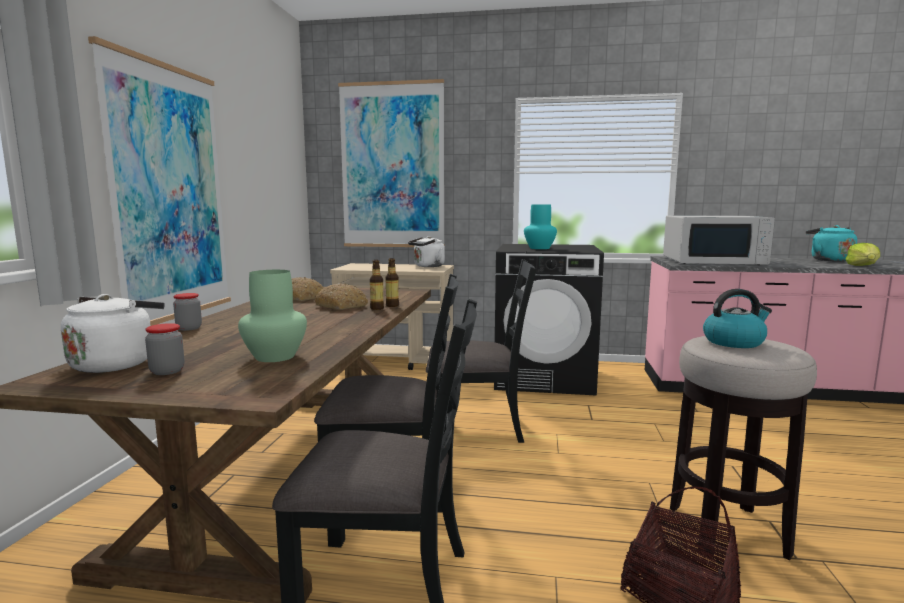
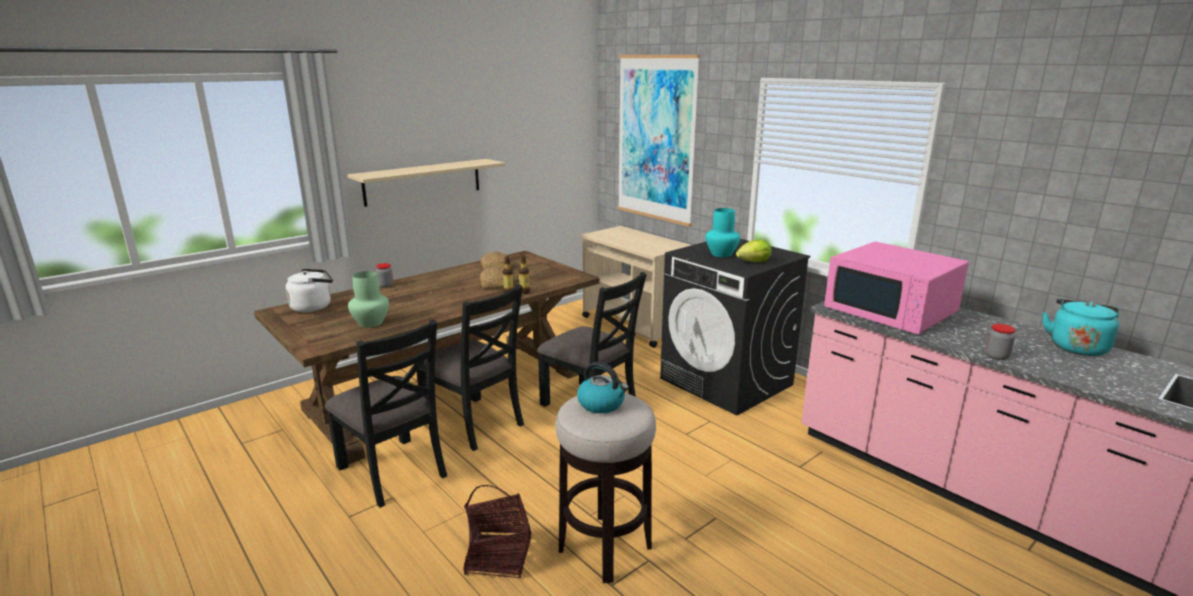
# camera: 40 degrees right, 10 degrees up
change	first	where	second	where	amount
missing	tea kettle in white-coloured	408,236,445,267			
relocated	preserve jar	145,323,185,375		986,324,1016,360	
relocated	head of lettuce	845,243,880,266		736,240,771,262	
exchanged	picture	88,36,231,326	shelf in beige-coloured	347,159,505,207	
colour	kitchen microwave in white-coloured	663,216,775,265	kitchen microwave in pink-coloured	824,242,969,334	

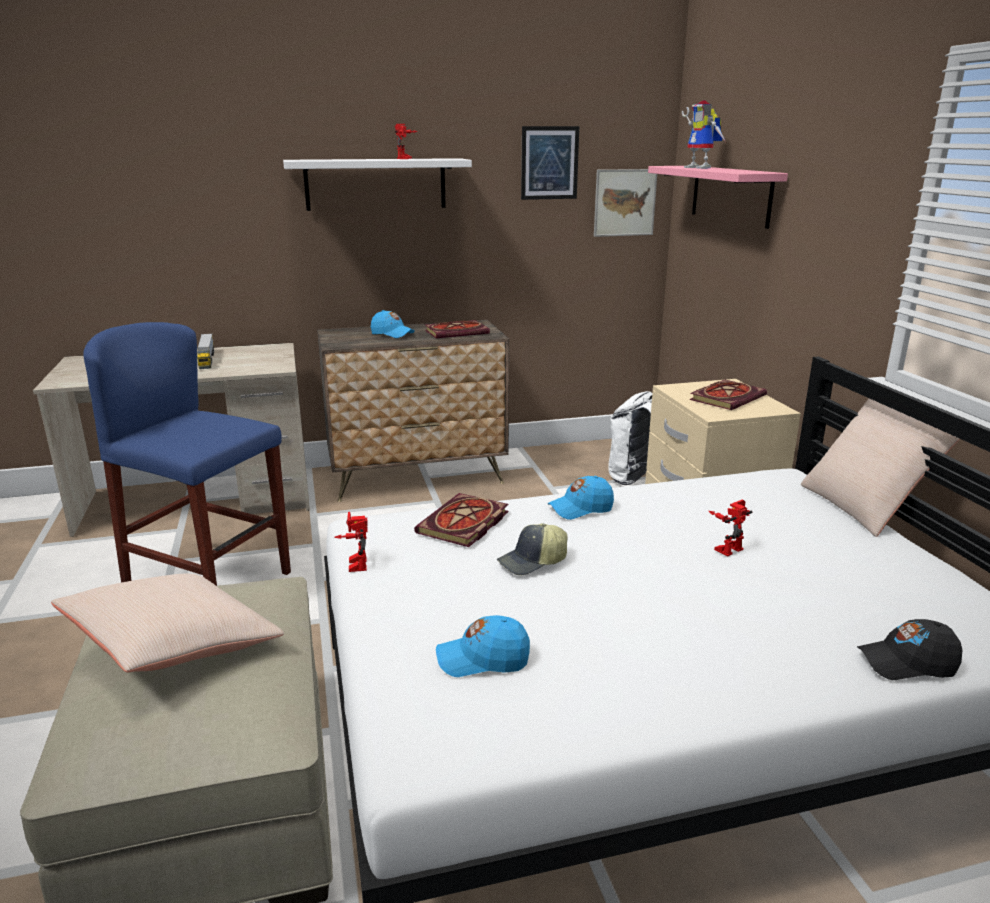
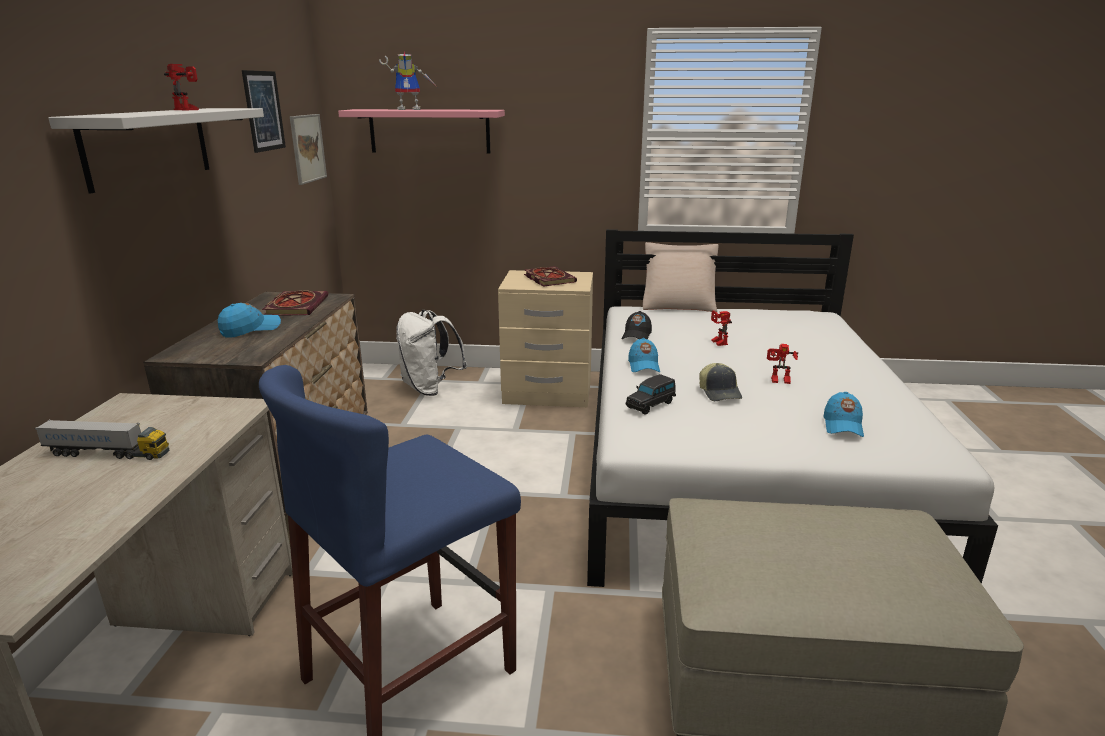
# camera: 70 degrees left, 0 degrees up
change	first	where	second	where	amount
missing	pillow in beige-coloured	51,574,284,672			
relocated	toy robot	334,512,368,572		767,344,798,384	
relocated	cap in black	857,619,962,680		622,311,652,339	
exchanged	bound book	414,493,509,547	miniature car in black	626,374,676,415	

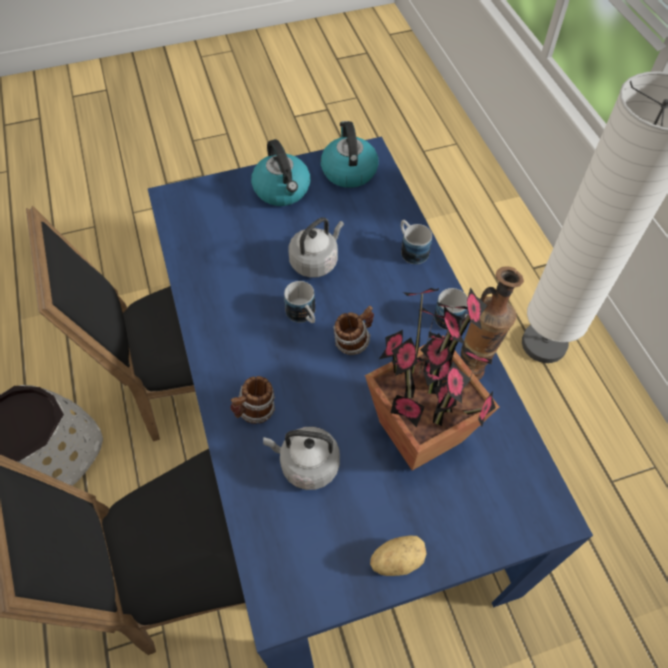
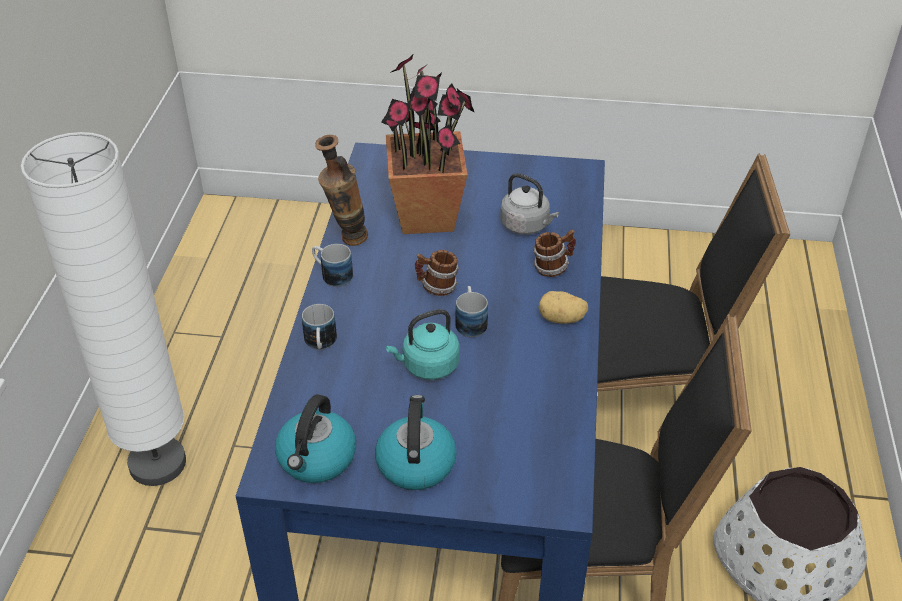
# camera: 155 degrees left, 15 degrees down
change	first	where	second	where	amount
relocated	spud	370,536,426,576		538,291,588,324	
colour	tea kettle in greyish	288,217,344,278	tea kettle in turquoise-coloured	386,309,460,380	

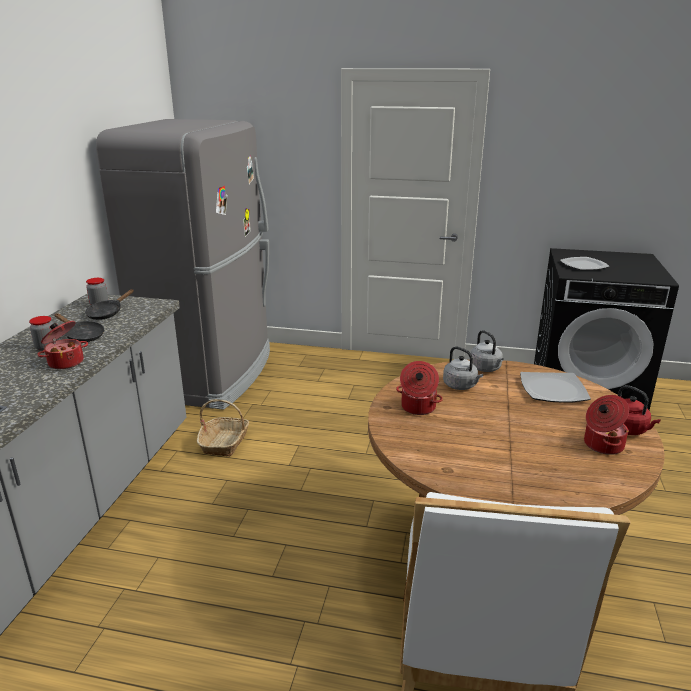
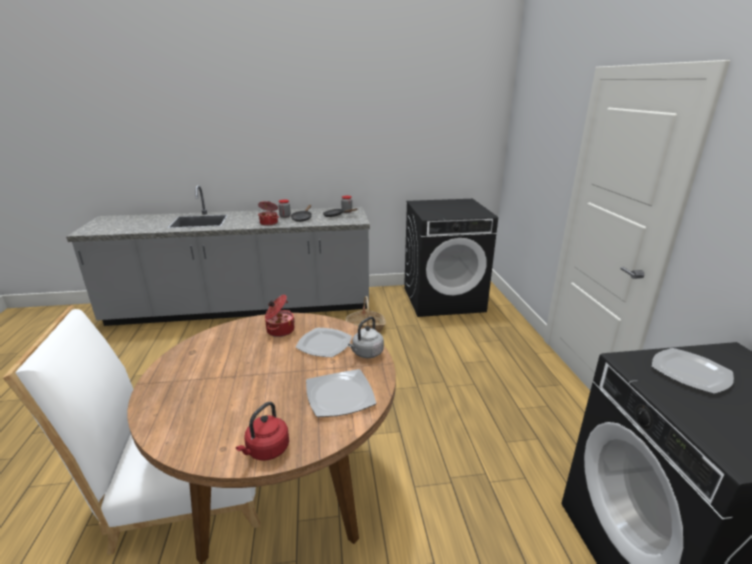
# camera: 70 degrees right, 0 degrees up
change	first	where	second	where	amount
missing	cooking pot	584,395,629,455			
exchanged	refrigerator in greyish	96,119,270,410	laundry appliance in black	404,199,498,317	
exchanged	tea kettle in greyish	443,346,483,390	plate	296,328,352,357	

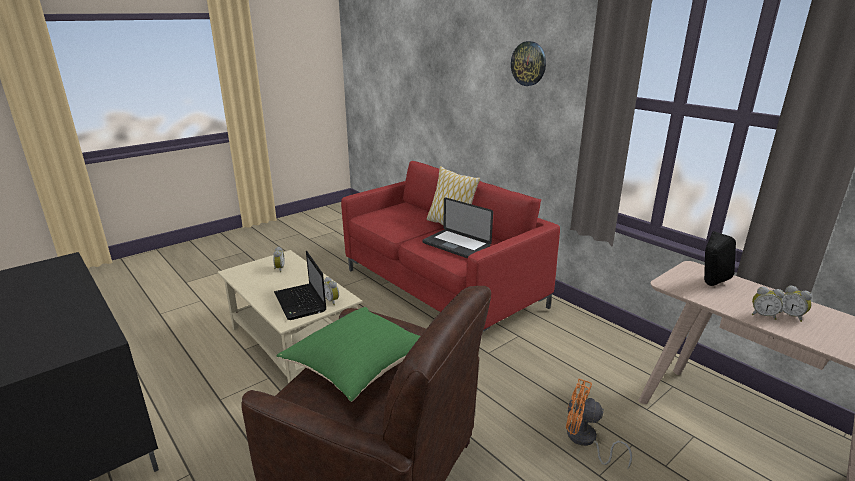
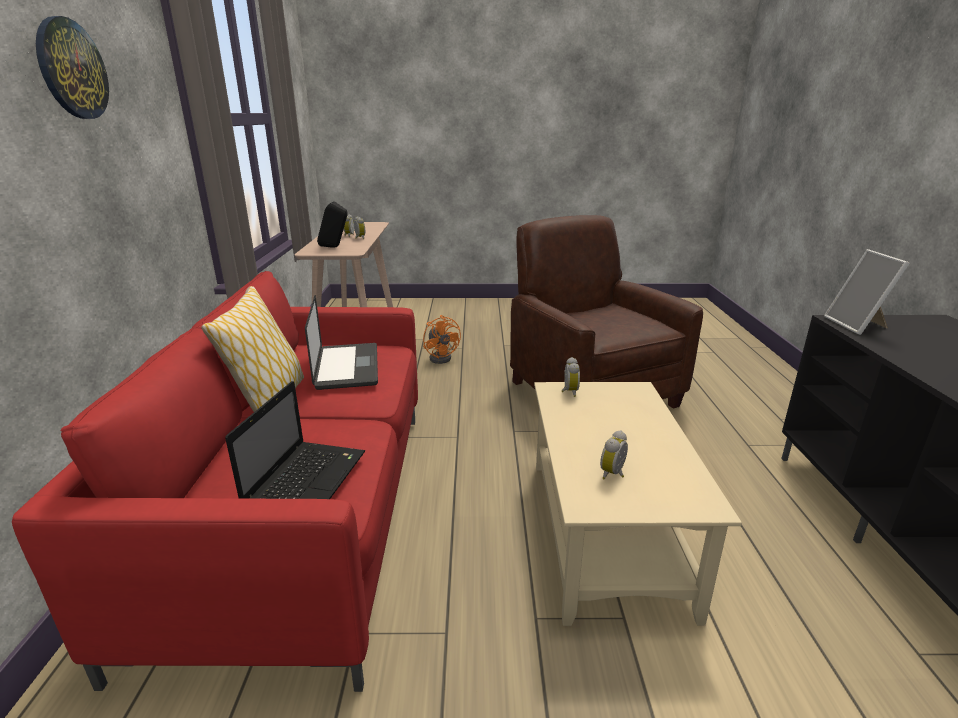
# camera: 140 degrees left, 0 degrees up
change	first	where	second	where	amount
missing	pillow in green-coloured	276,307,420,402			
appeared			picture frame	824,249,910,335	
relocated	portable computer	274,251,326,320		225,381,365,499	

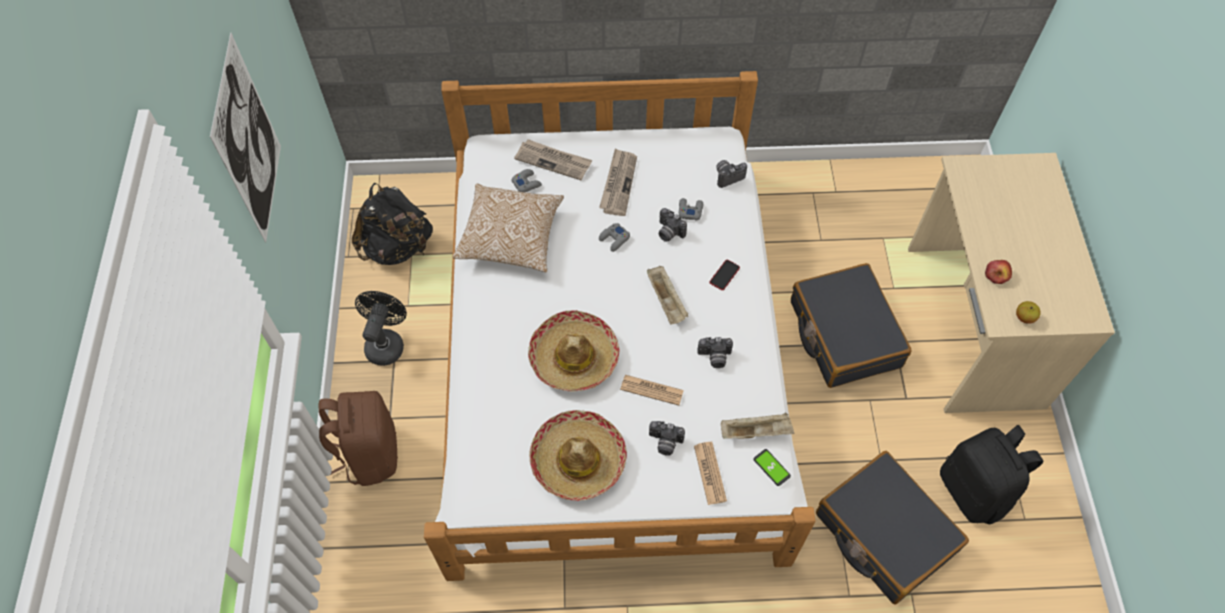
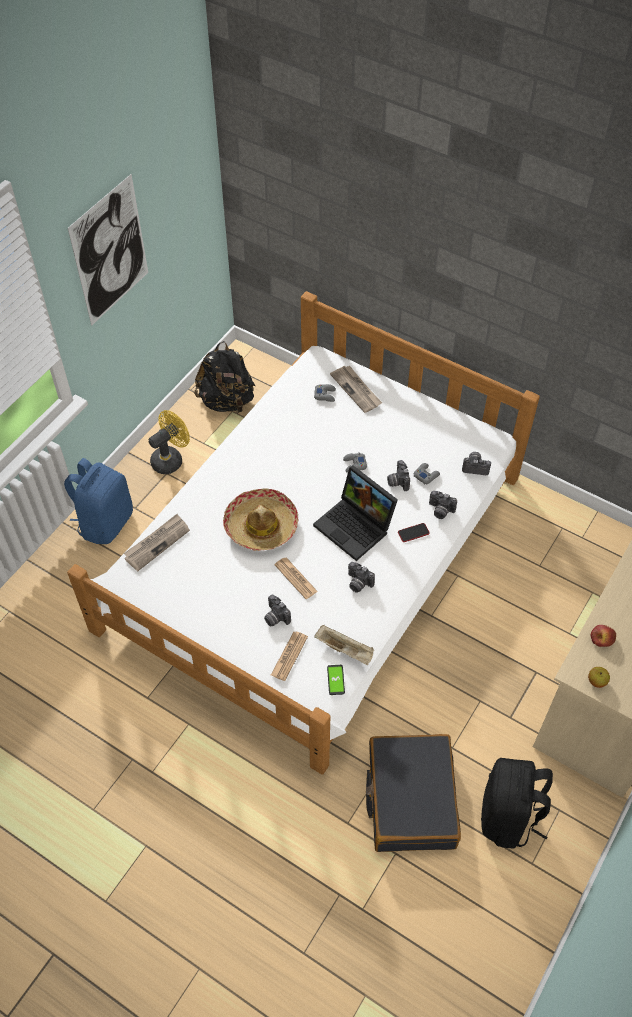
# camera: 35 degrees right, 5 degrees down
change	first	where	second	where	amount
missing	pillow	452,184,564,272			
missing	hat	529,410,627,501			
missing	piece of luggage in black	791,263,911,388			
appeared			photo camera	429,491,457,519	
relocated	newspaper	599,149,637,216		124,514,190,571	
exchanged	serving tray in beige-coloured	647,266,688,325	portable computer	313,466,398,561	
colour	backpack in brownish	319,391,398,486	backpack in blue	64,458,133,544	
colour	electric fan in black	355,291,407,366	electric fan in yellow-coloured	149,410,190,474	

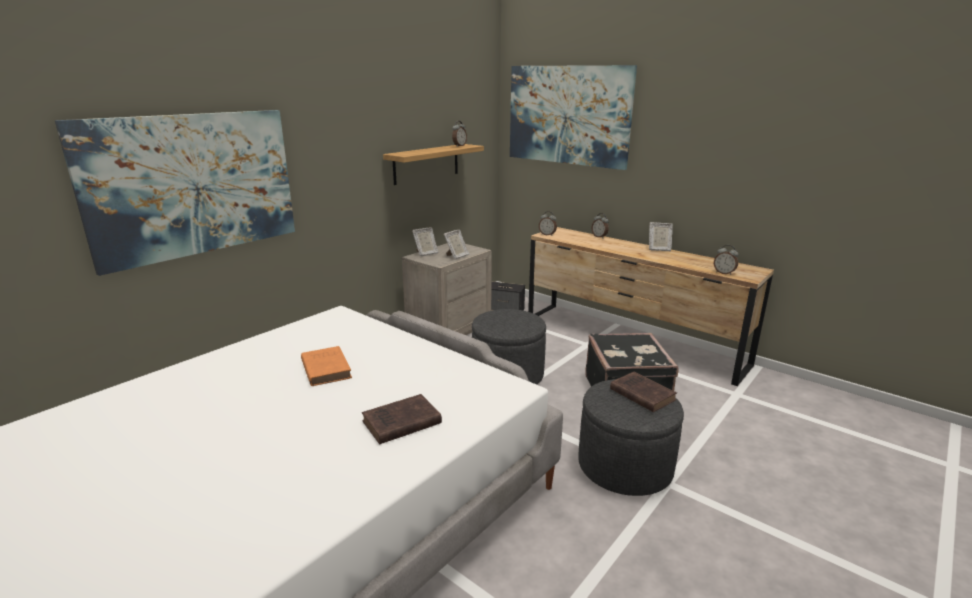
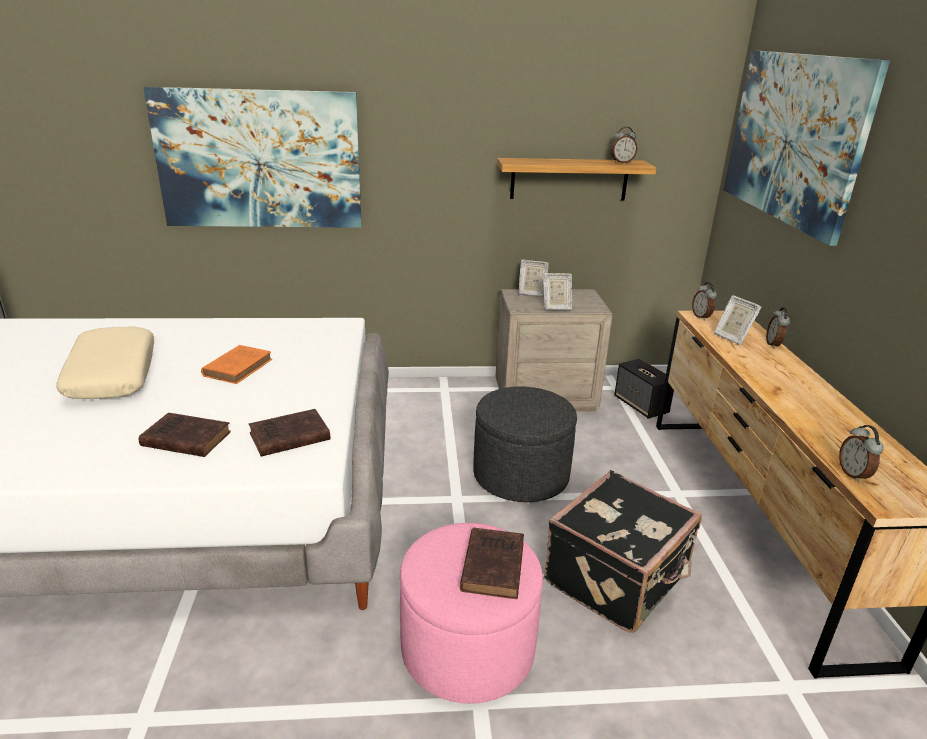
# camera: 45 degrees right, 5 degrees up
change	first	where	second	where	amount
appeared			pillow in beige-coloured	56,327,154,399	
appeared			bound book in brownish	249,409,331,457	
relocated	picture frame	649,222,673,251		714,295,762,345	
colour	pouffe in greyish	578,379,684,496	pouffe in pink-coloured	400,523,543,704	

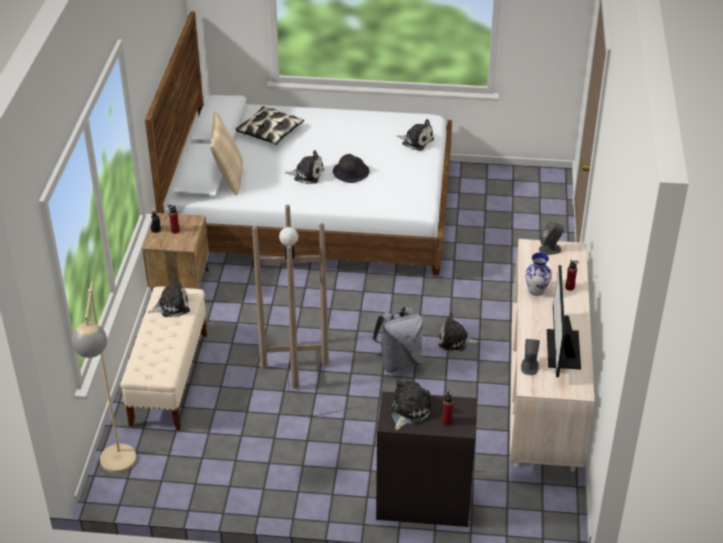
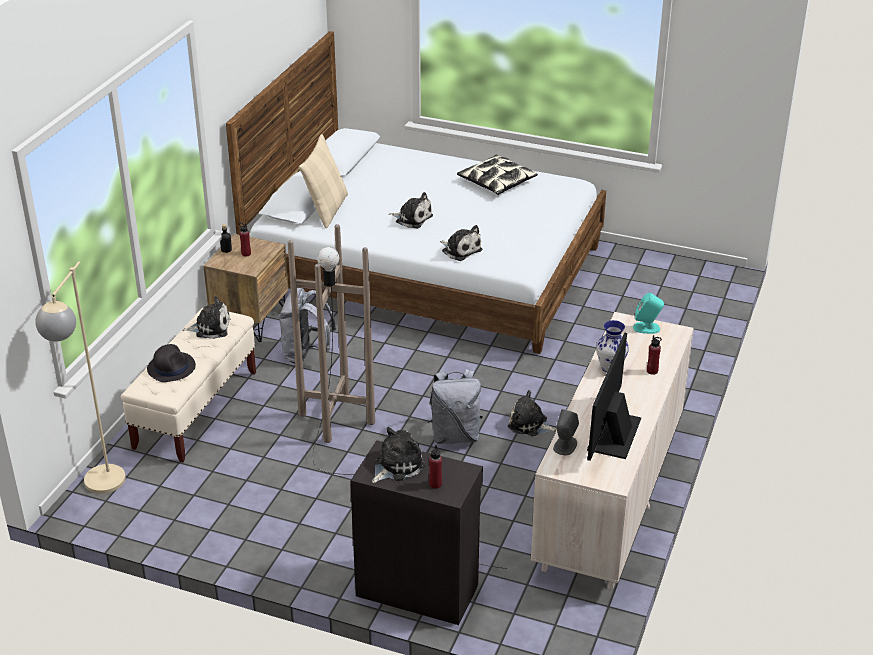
# camera: 15 degrees right, 5 degrees down
change	first	where	second	where	amount
appeared			backpack in greyish	278,288,336,364	
relocated	pillow	236,106,304,145		457,155,538,195	
relocated	hat in black	333,154,370,183		147,344,196,382	
relocated	plush toy	396,119,434,151		440,225,482,261	
colour	audio speaker in greyish	539,221,564,255	audio speaker in turquoise-coloured	633,293,664,334	

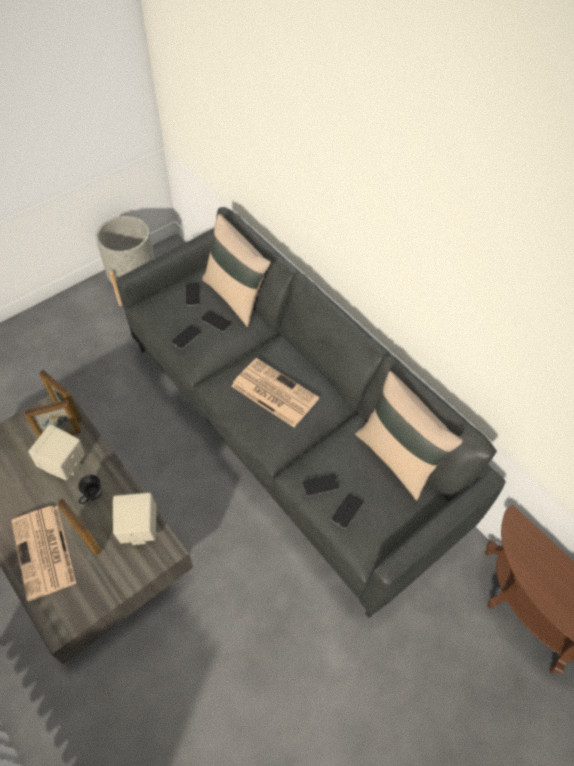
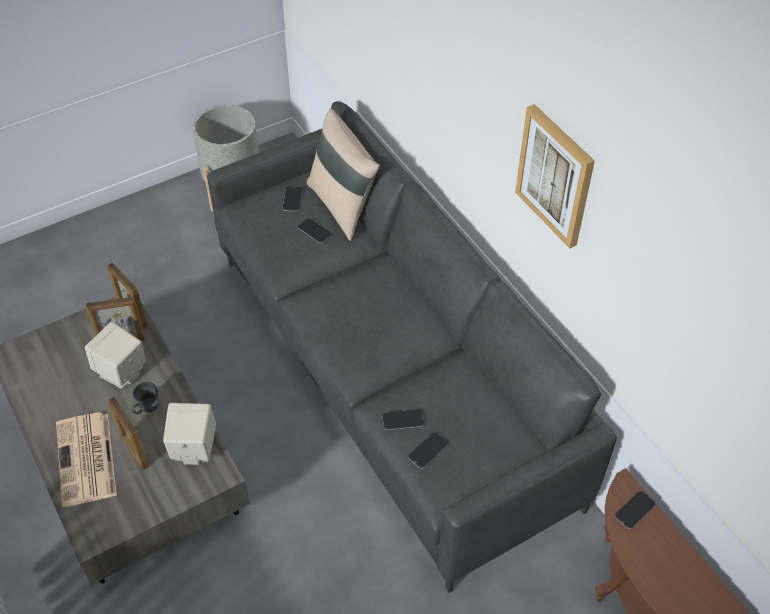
# camera: 10 degrees right, 5 degrees down
change	first	where	second	where	amount
missing	newspaper	231,358,319,427			
missing	pillow in beige-coloured	355,371,463,500			
appeared			picture	515,104,595,249	
relocated	handset	171,325,201,349		615,491,655,529	

